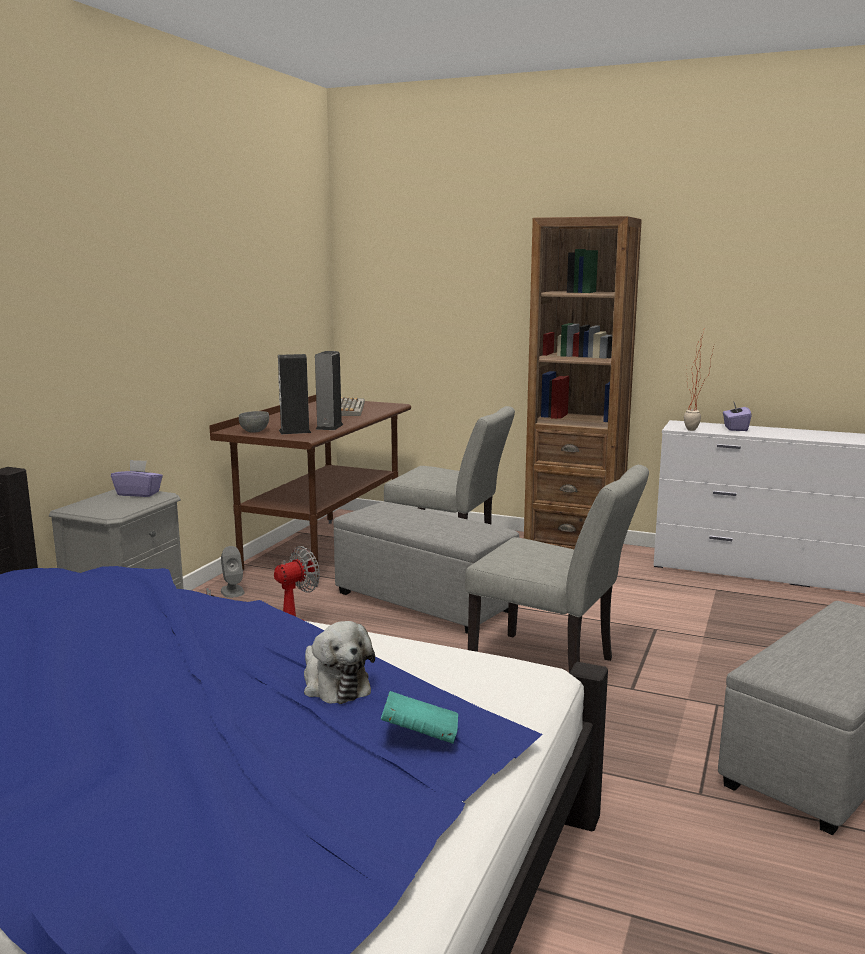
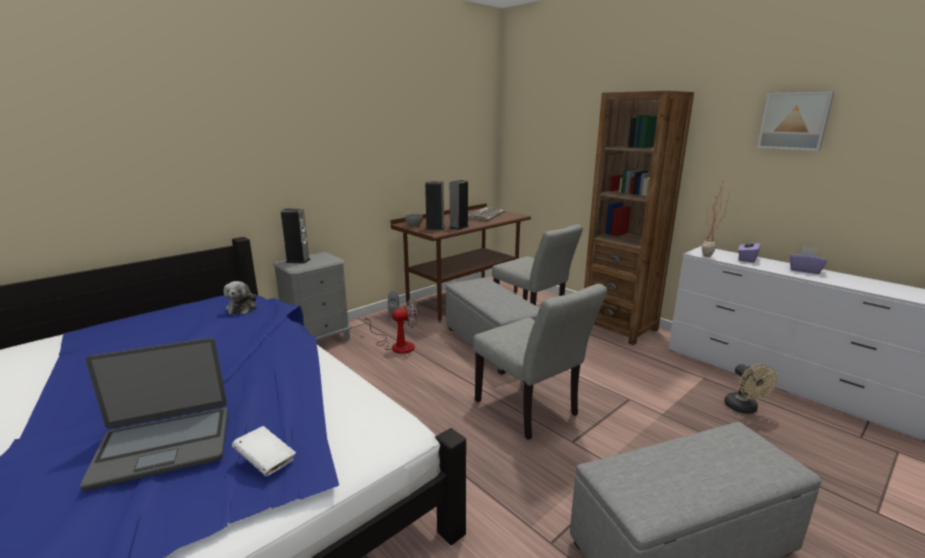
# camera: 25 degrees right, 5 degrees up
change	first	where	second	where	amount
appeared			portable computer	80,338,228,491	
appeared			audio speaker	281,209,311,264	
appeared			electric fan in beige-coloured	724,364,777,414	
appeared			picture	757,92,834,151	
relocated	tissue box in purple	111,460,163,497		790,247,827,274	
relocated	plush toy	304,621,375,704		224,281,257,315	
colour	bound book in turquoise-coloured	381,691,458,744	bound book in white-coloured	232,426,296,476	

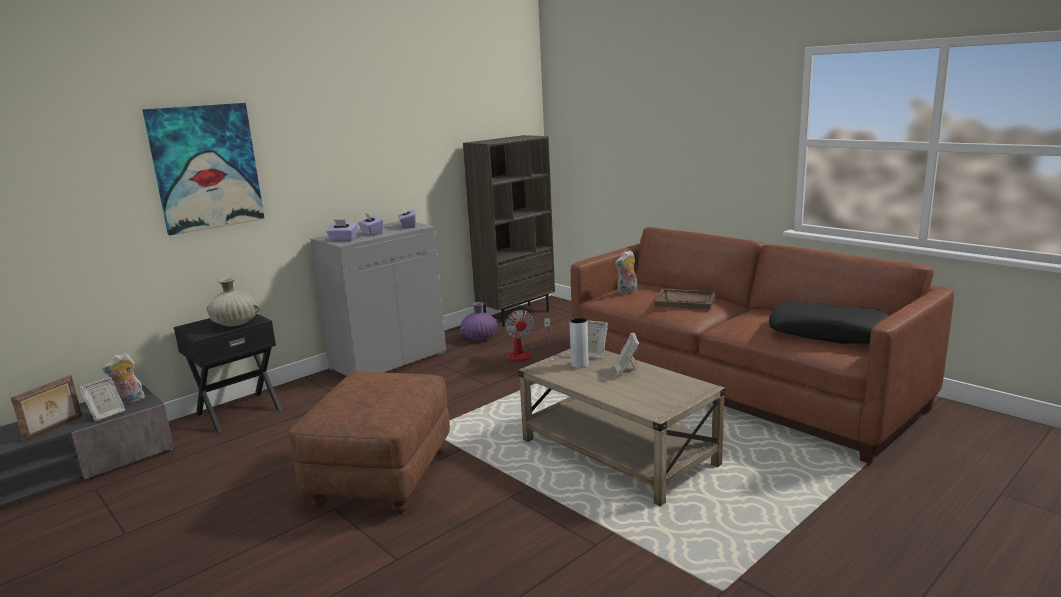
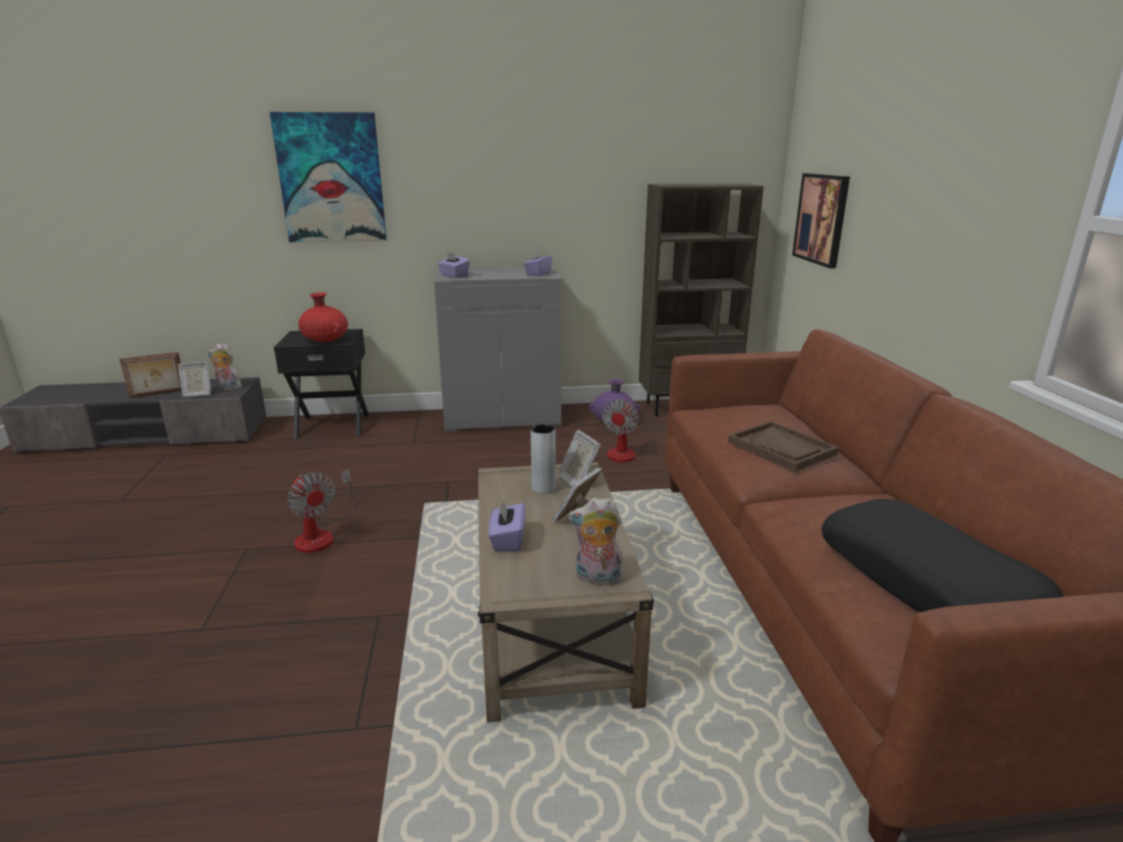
# camera: 35 degrees right, 5 degrees up
change	first	where	second	where	amount
appeared			picture	792,173,850,268	
relocated	tissue box in purple	358,213,383,236		488,500,525,551	
relocated	plush toy	615,250,637,294		568,498,624,586	
exchanged	pouffe in brownish	289,372,450,514	electric fan	288,470,355,553	
colour	flower vase in beige-coloured	207,277,260,327	flower vase in red-coloured	299,292,348,342	

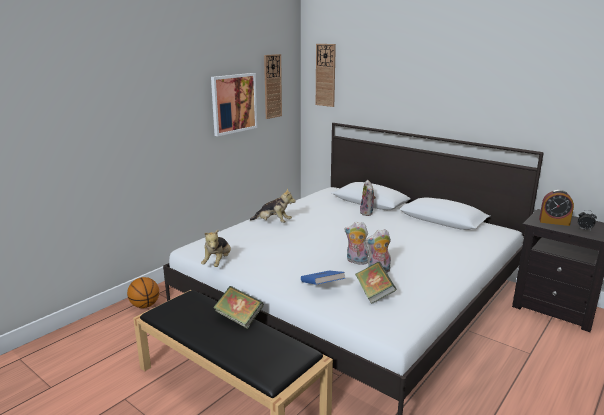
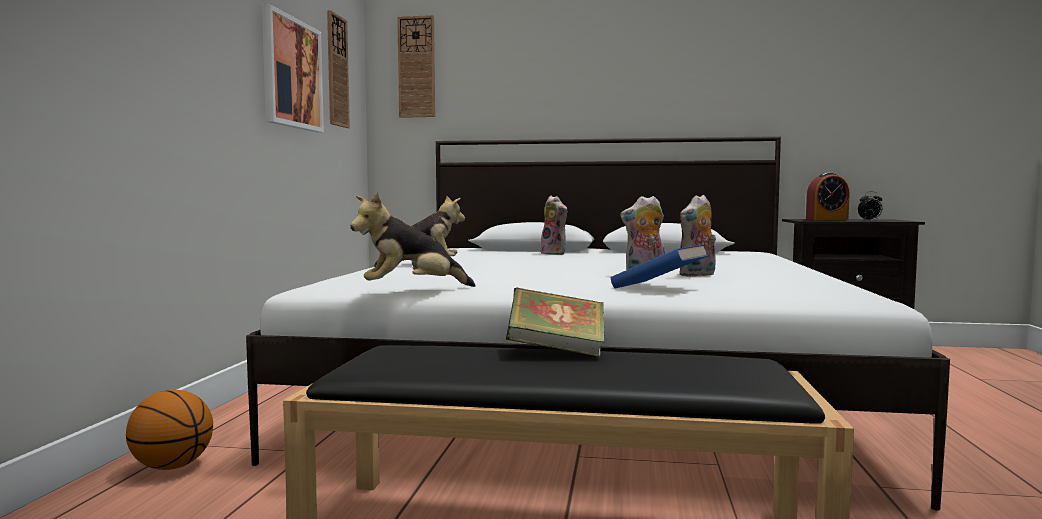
# camera: 30 degrees left, 15 degrees down
change	first	where	second	where	amount
missing	bound book	355,262,397,304			
spun	plush toy	201,230,231,267		350,193,476,287	90 degrees clockwise

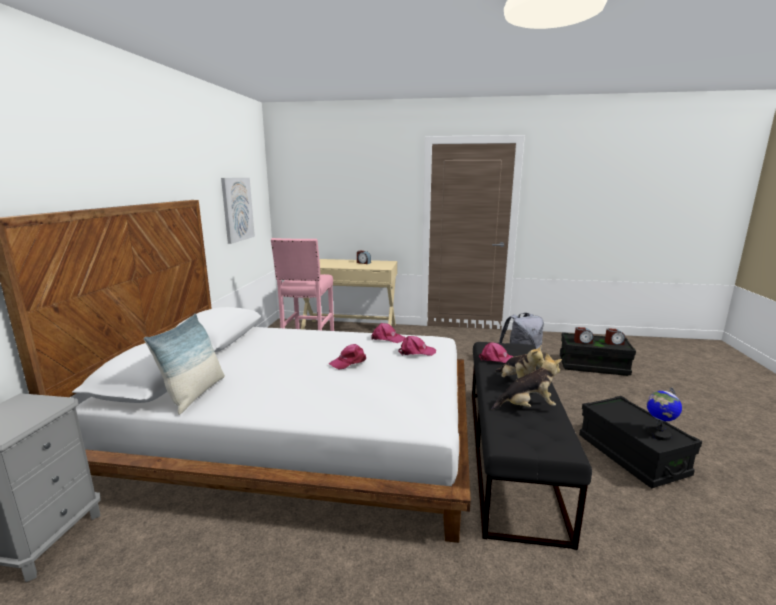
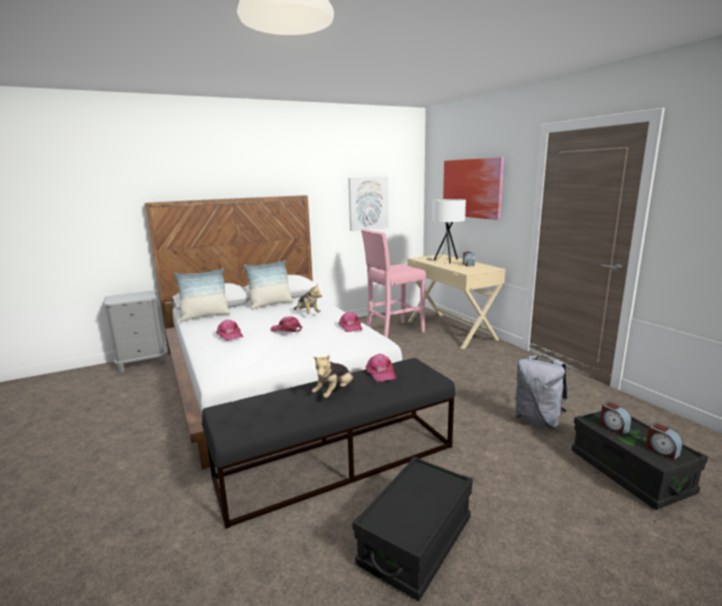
# camera: 55 degrees right, 0 degrees up
change	first	where	second	where	amount
missing	desk globe	647,387,682,441			
appeared			pillow	243,260,294,310	
appeared			lamp for a table in white-coloured	427,199,466,264	
appeared			picture	443,157,504,220	
relocated	cap in pink-coloured	398,336,436,356		216,320,243,341	
relocated	plush toy	491,353,562,410		294,284,322,314	

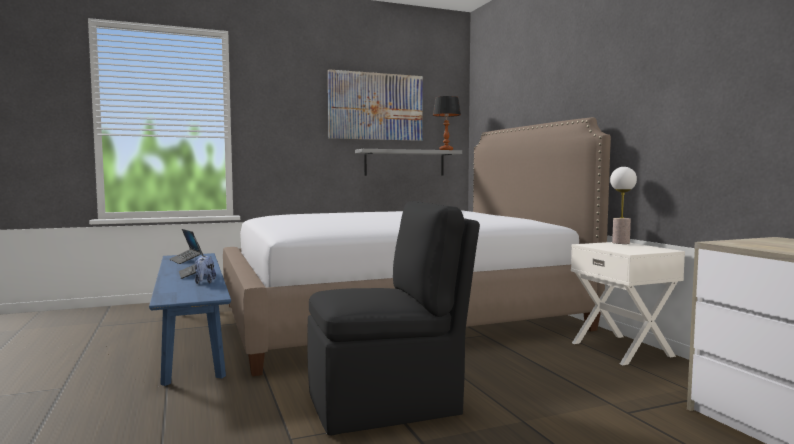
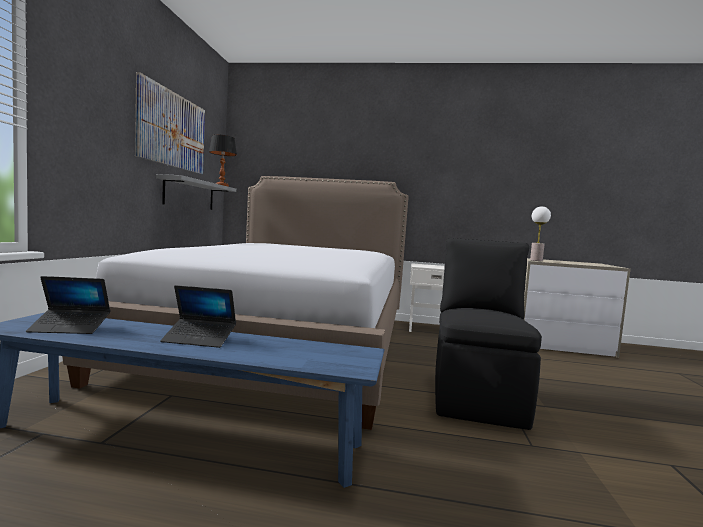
# camera: 60 degrees left, 0 degrees up
change	first	where	second	where	amount
missing	plush toy	194,256,216,284			
relocated	lamp for a table	610,167,637,244		530,206,551,261	

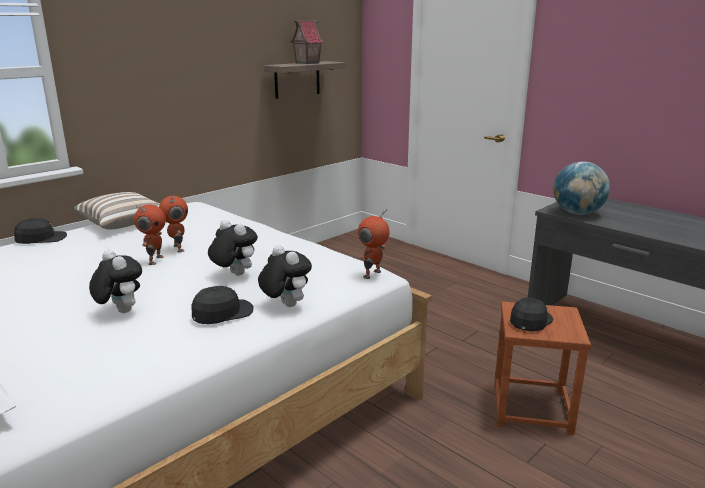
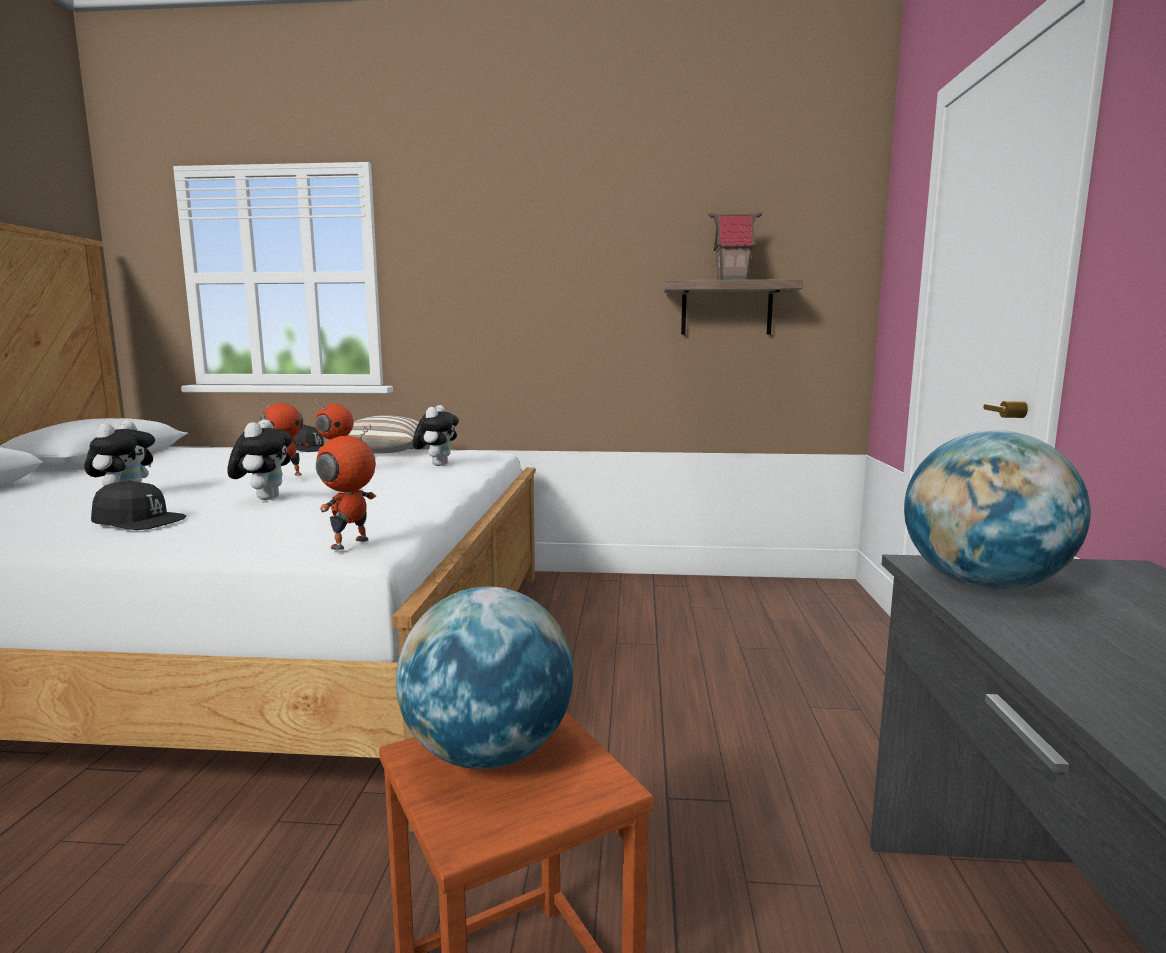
# camera: 50 degrees right, 10 degrees down
change	first	where	second	where	amount
relocated	plush toy	258,245,312,307		413,405,459,466	
exchanged	cap in black	510,298,554,332	desk globe	396,587,573,769	
spun	toy robot	358,209,390,279		316,425,376,550	60 degrees counterclockwise

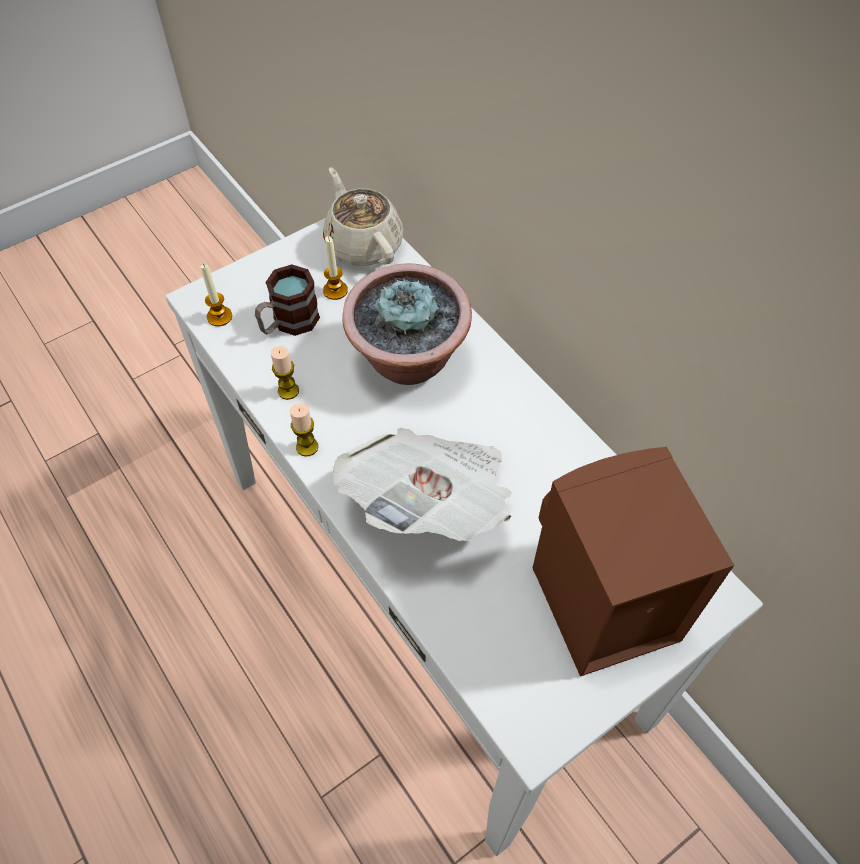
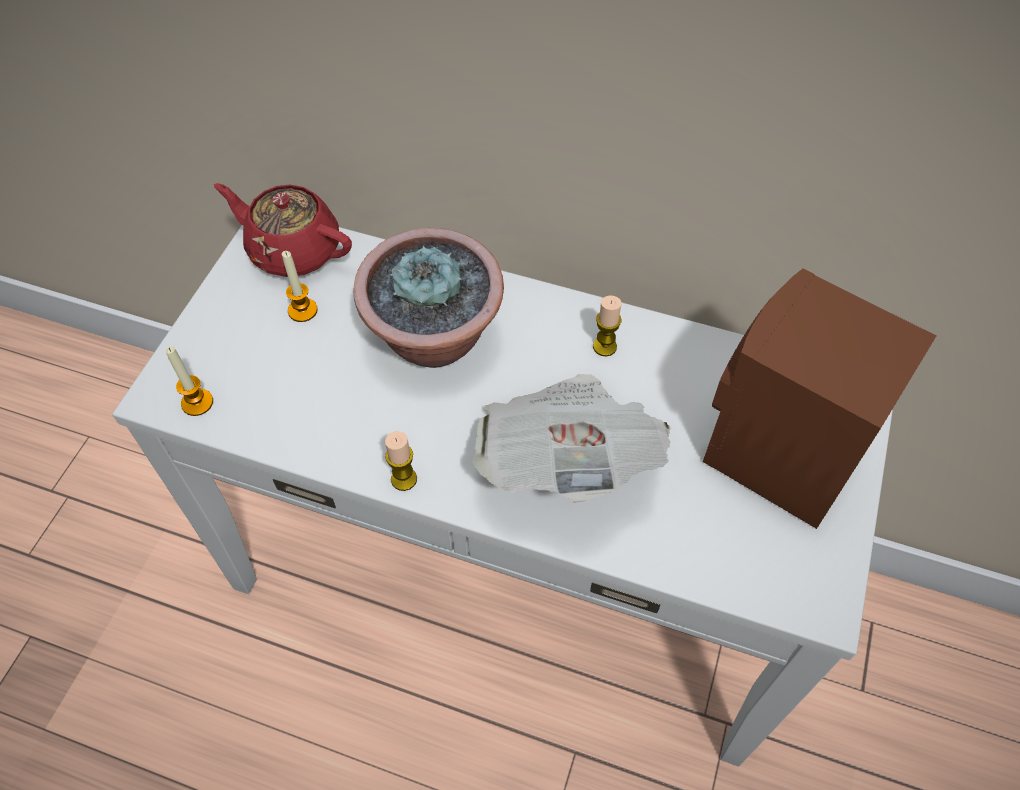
# camera: 35 degrees left, 0 degrees up
change	first	where	second	where	amount
missing	mug	255,264,320,336			
relocated	wax light	270,346,299,400		593,296,622,356	
colour	teapot in beige-coloured	323,167,403,266	teapot in red-coloured	214,183,352,277	

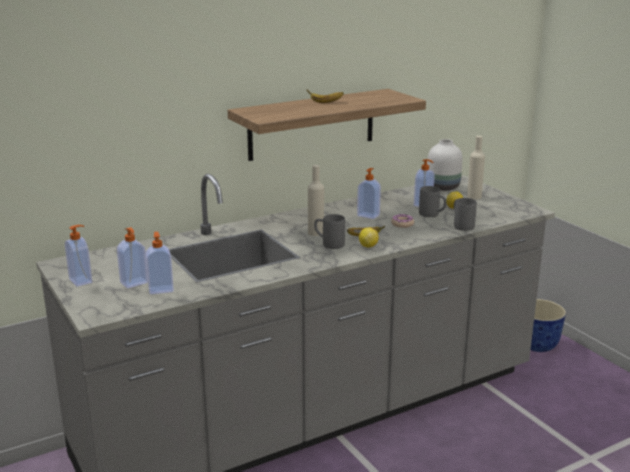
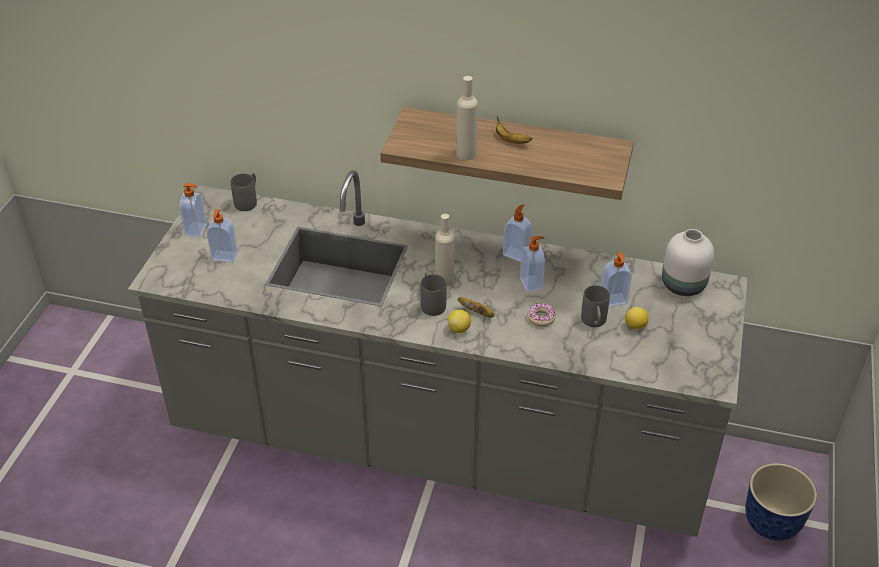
# camera: 45 degrees right, 20 degrees up
change	first	where	second	where	amount
relocated	liquid soap bottle	146,232,174,294		503,204,532,262	
relocated	mug in greyish	454,198,477,231		231,173,257,211	
relocated	beverage bottle in beige-coloured	467,136,485,200		456,76,478,160	

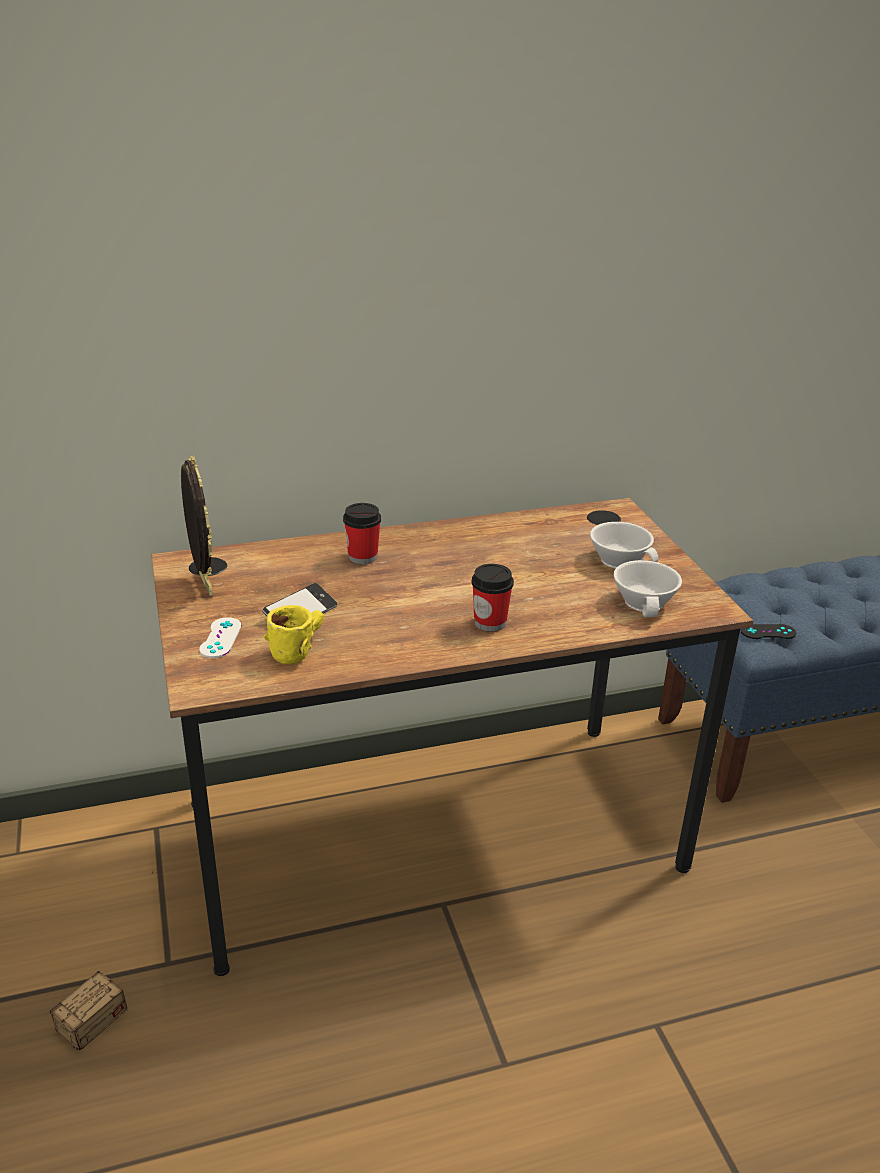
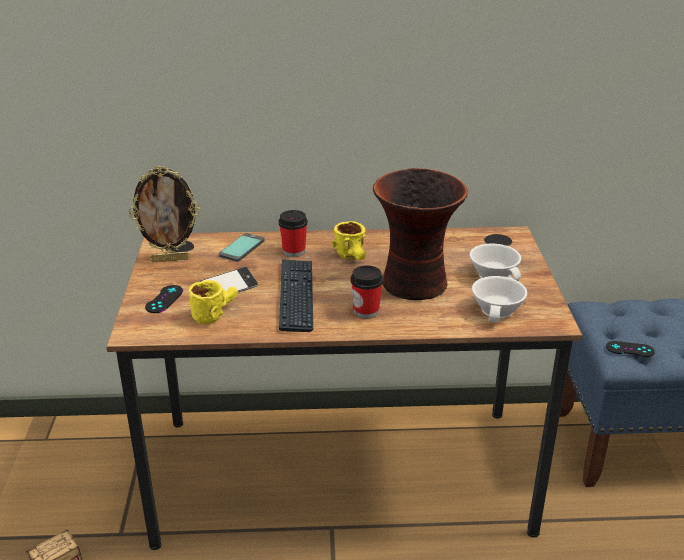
# camera: 15 degrees right, 0 degrees up
change	first	where	second	where	amount
appeared			handset	218,233,265,262	
appeared			computer keyboard	279,259,313,332	
appeared			mug in yellow-coloured	332,221,366,260	
appeared			flower vase	373,168,468,300	
colour	game controller in white-coloured	199,617,242,658	game controller in black	145,285,183,313	
spun	picture frame	181,455,213,596		129,166,200,262	90 degrees clockwise

